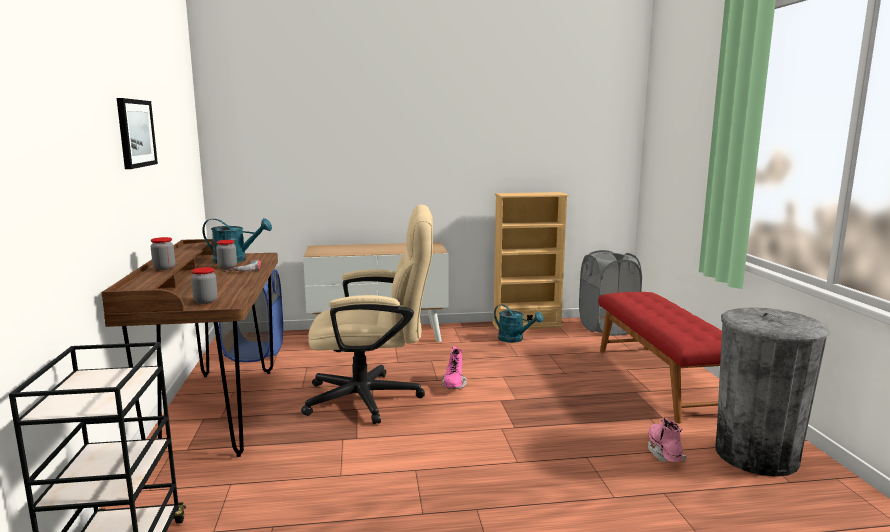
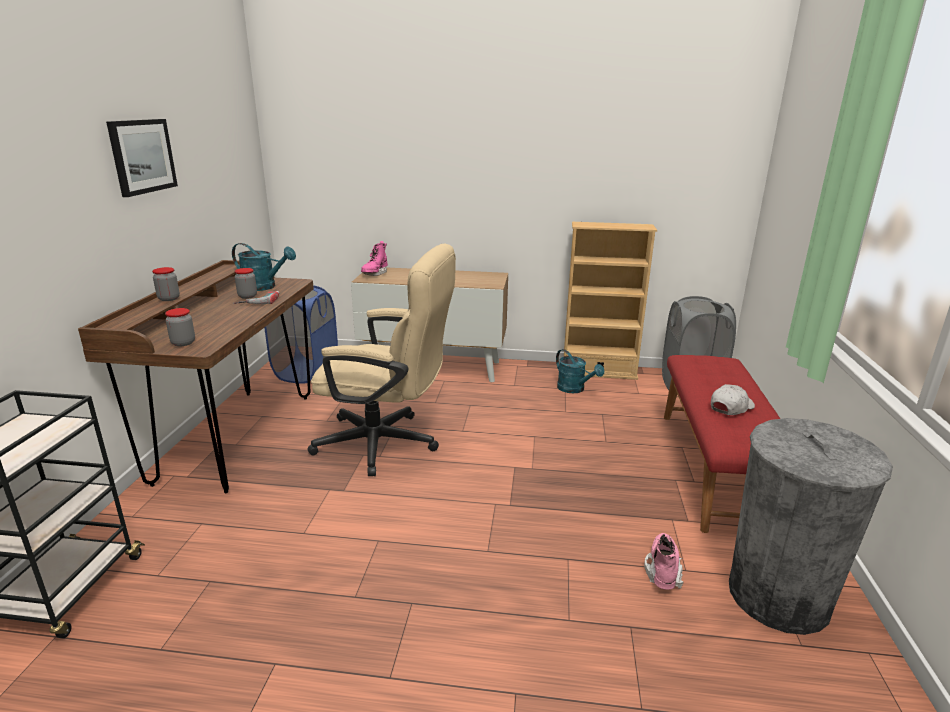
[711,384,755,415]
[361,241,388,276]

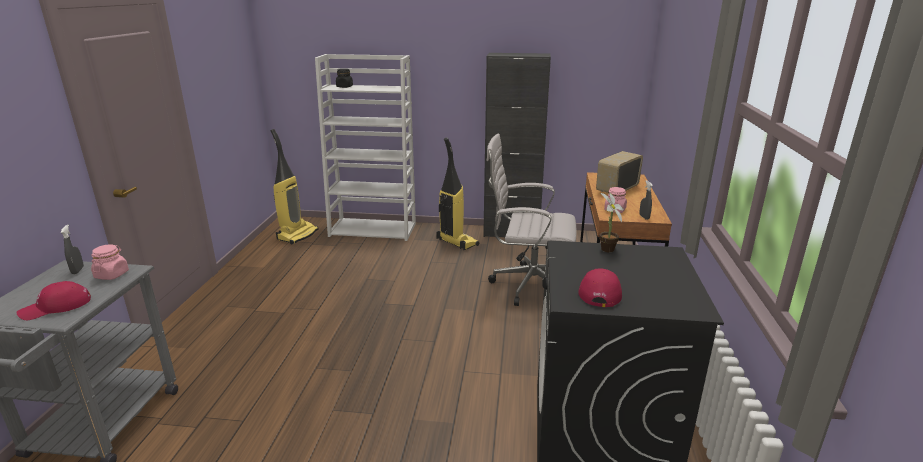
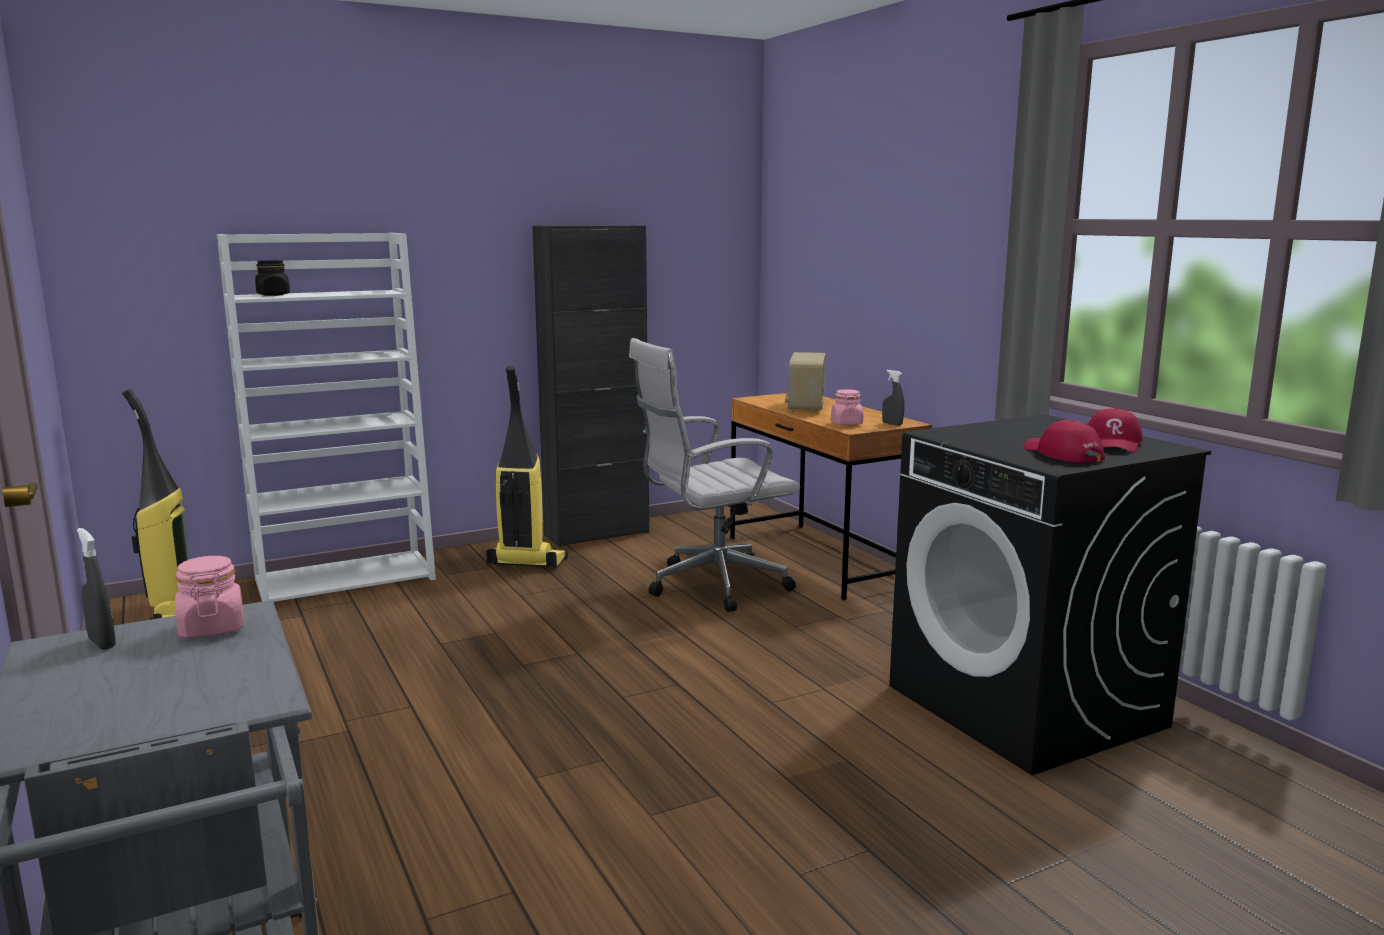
[599,193,624,252] (first image)
[1087,408,1143,452]

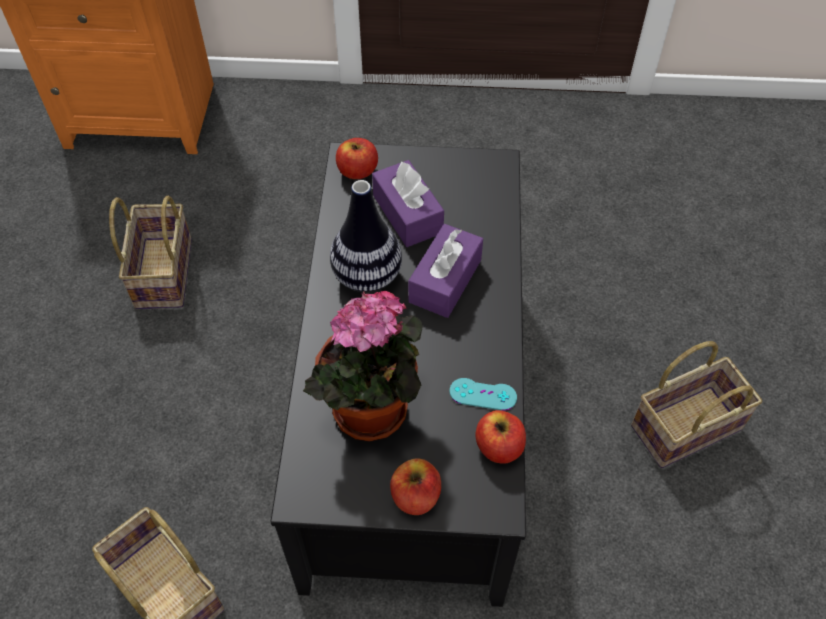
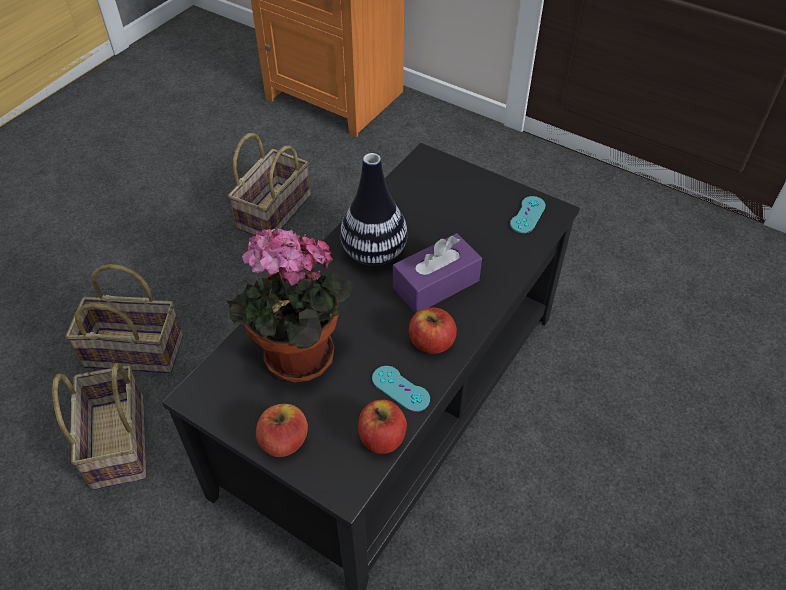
[372,160,444,247] (first image)
[510,196,546,233]
[409,307,457,354]
[66,264,183,373]

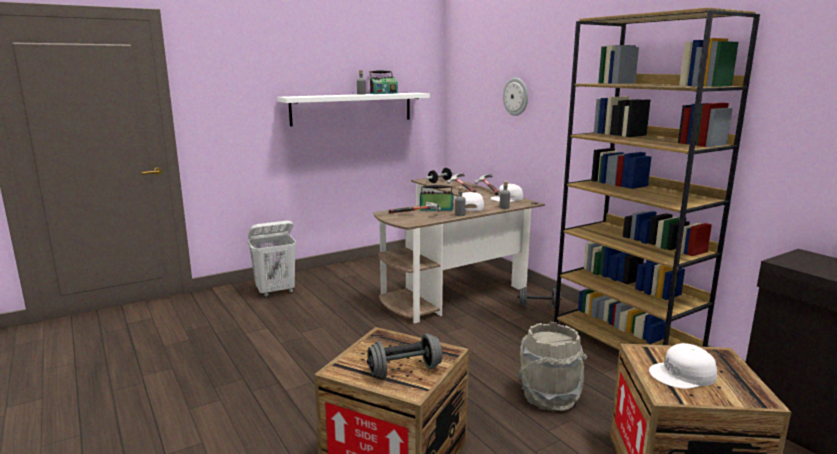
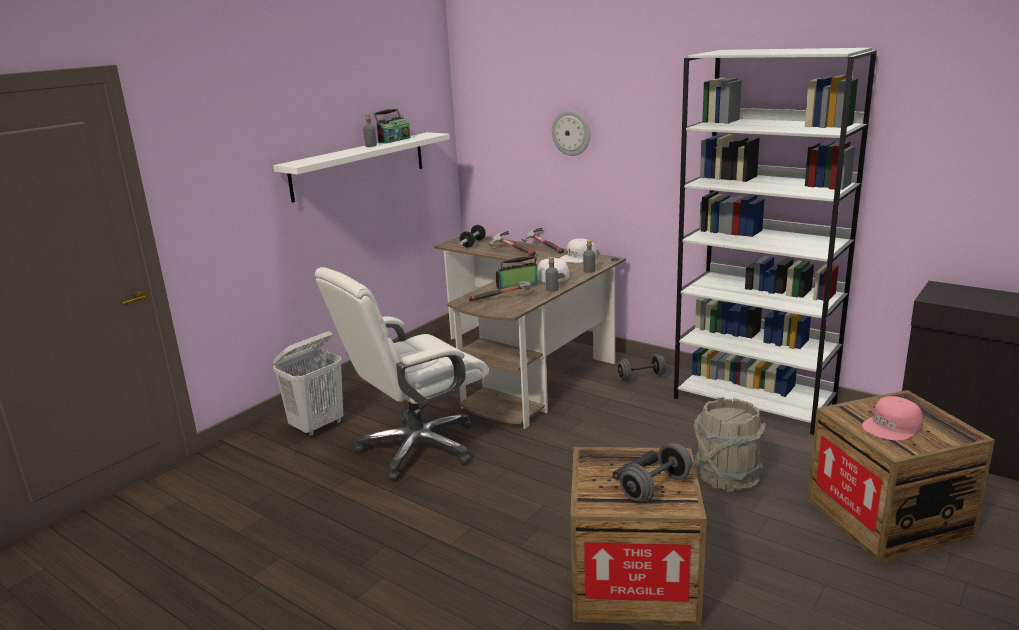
[315,267,489,481]
[674,48,877,435]
[862,396,923,441]

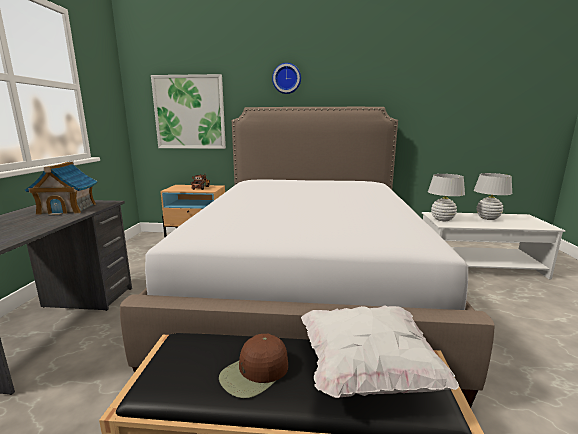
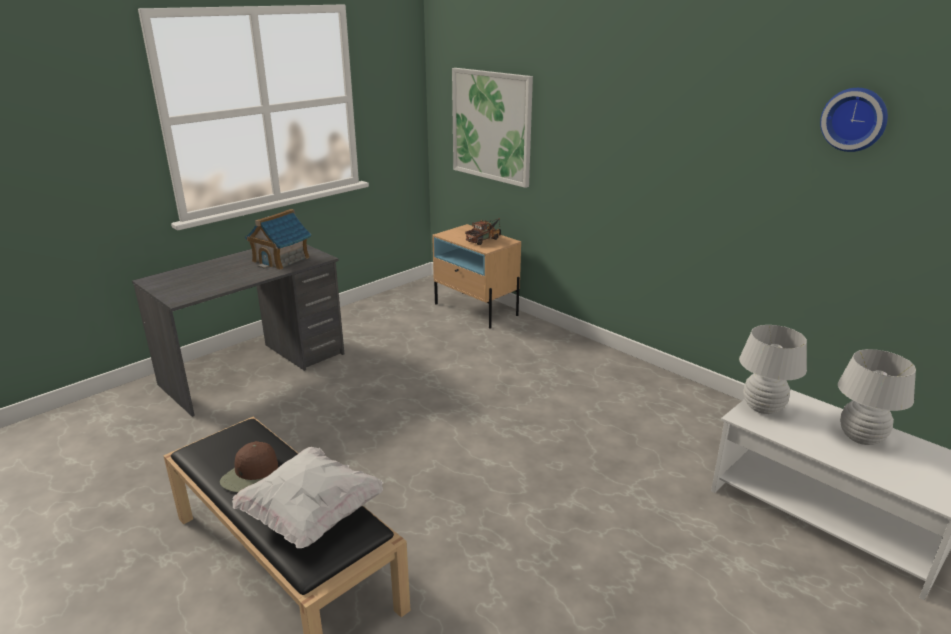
[120,107,495,408] (first image)
[820,88,888,152]
[220,441,278,492]

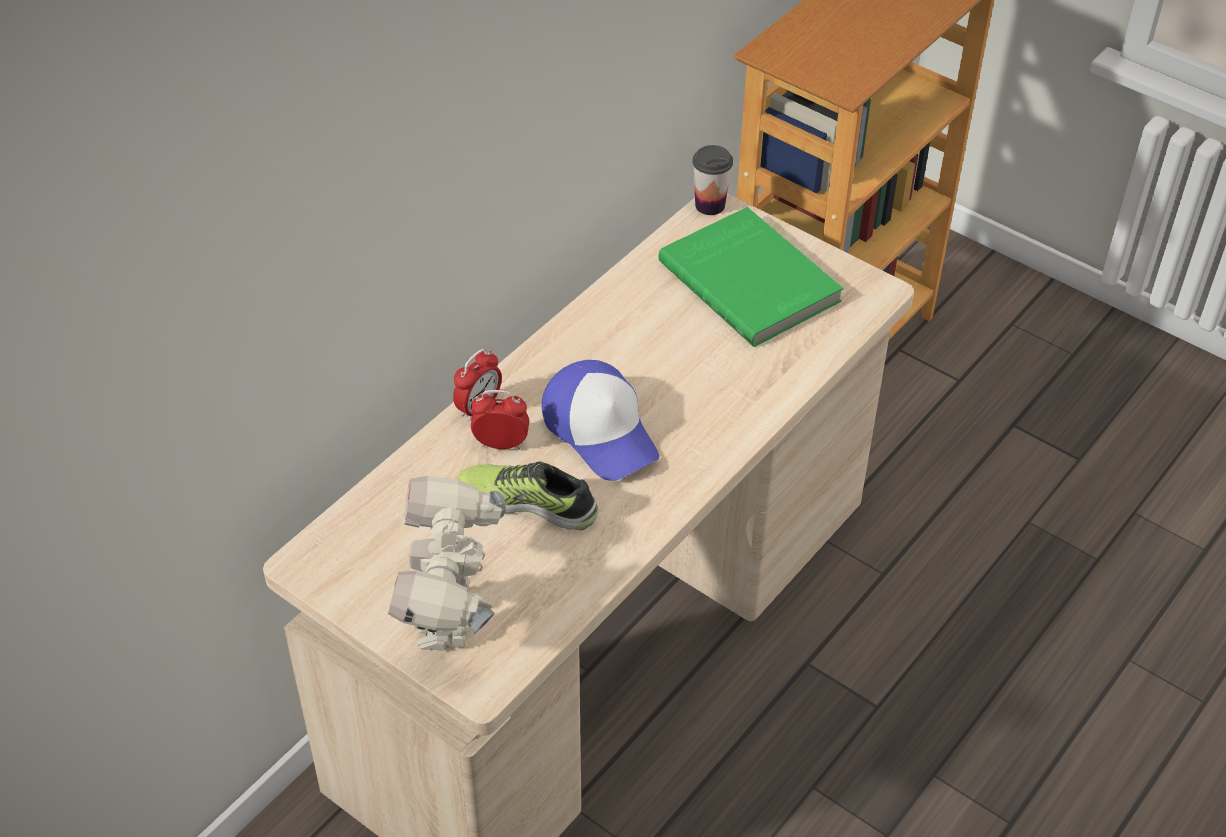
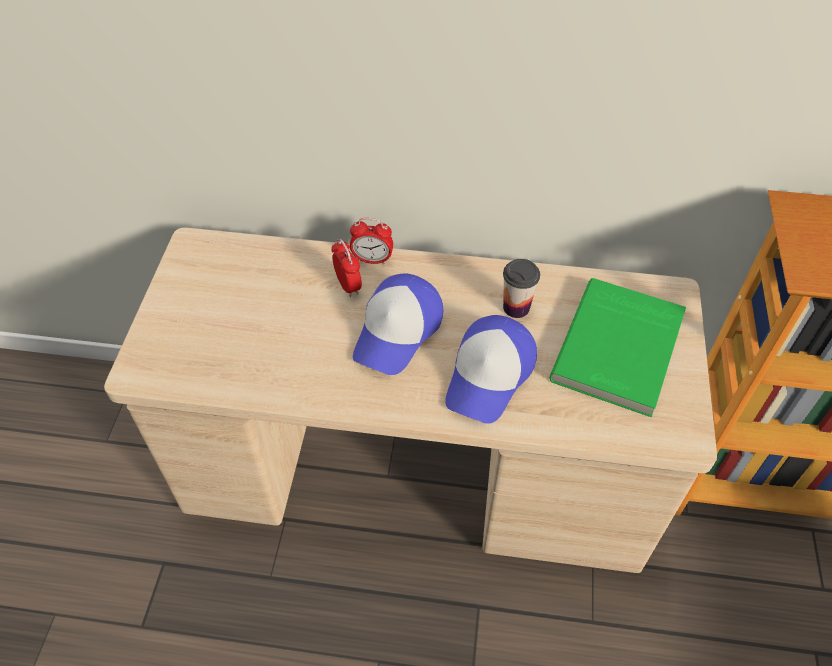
[388,476,506,650] (first image)
[458,461,598,530] (first image)
[445,315,537,424]
[503,259,540,318]

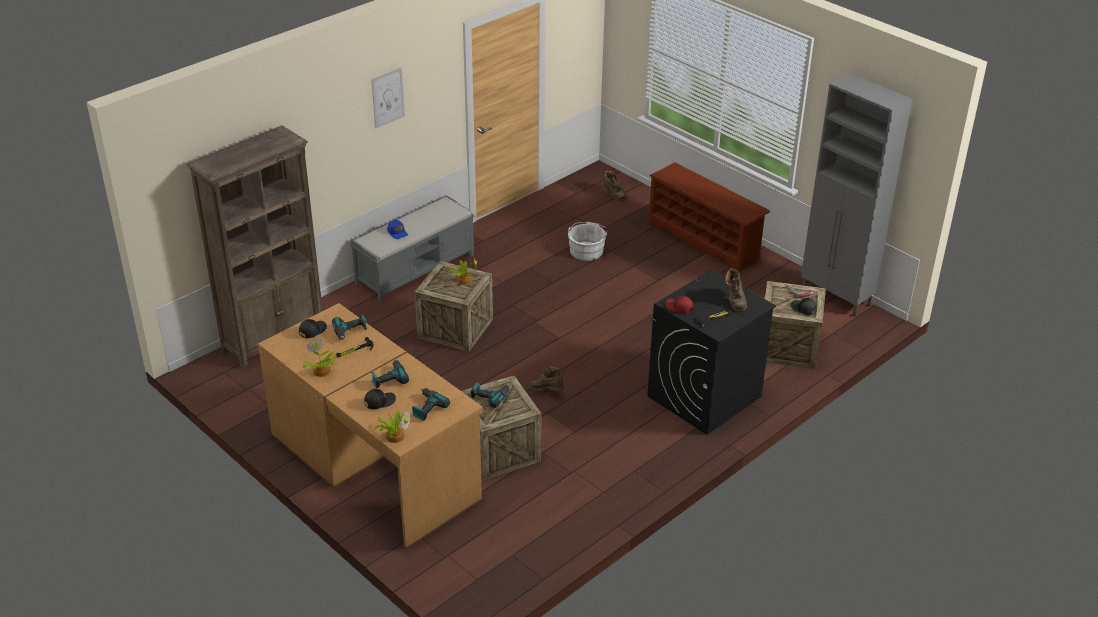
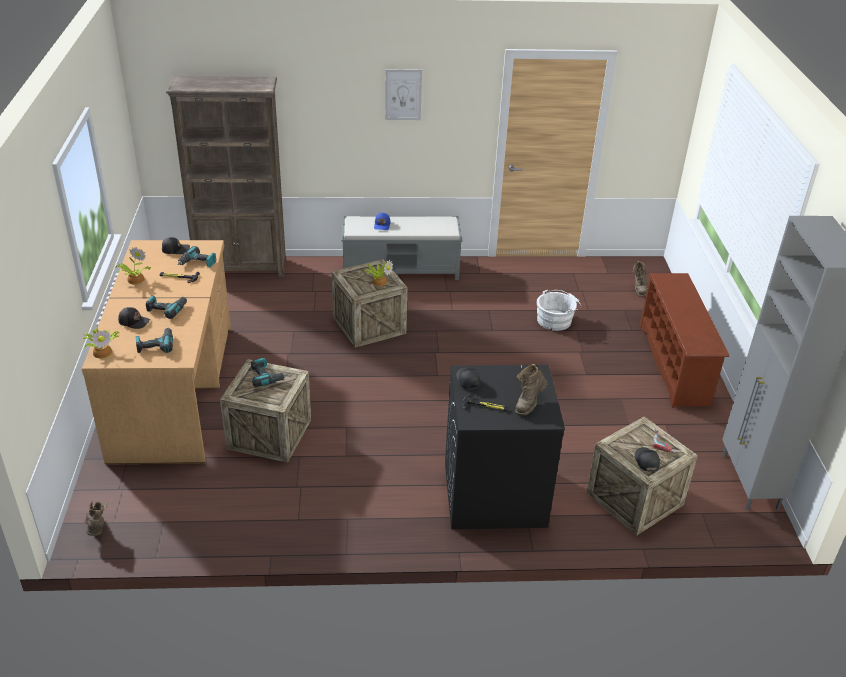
[85,501,107,536]
[456,367,481,390]

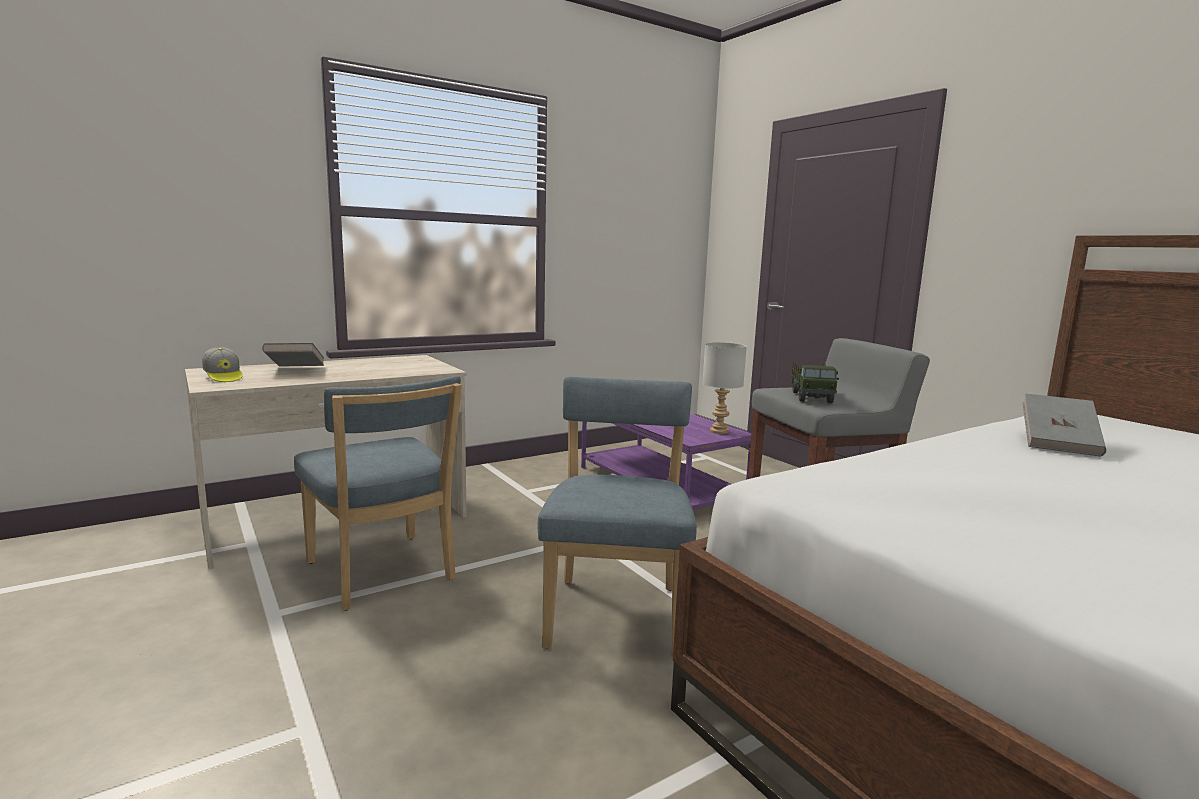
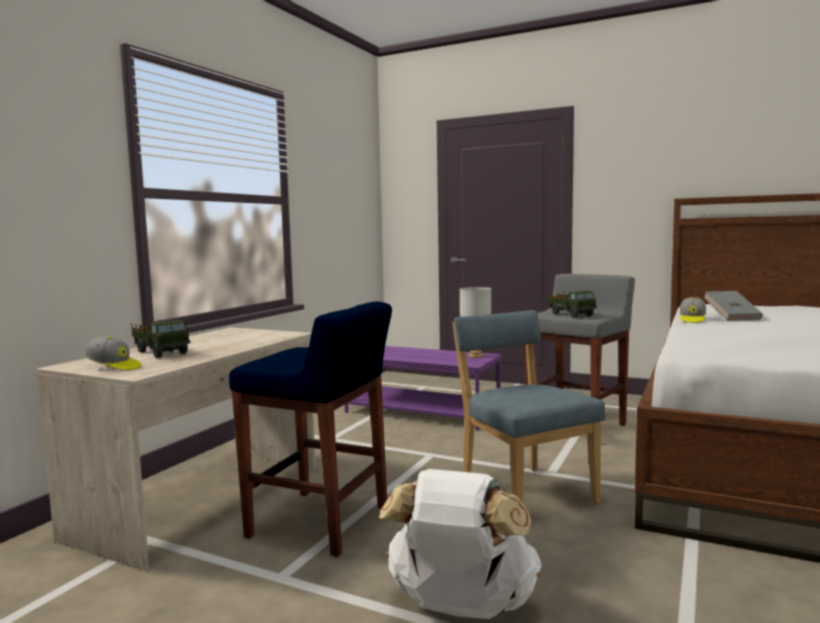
[379,469,542,619]
[680,297,706,323]
[131,320,191,358]
[229,301,392,557]

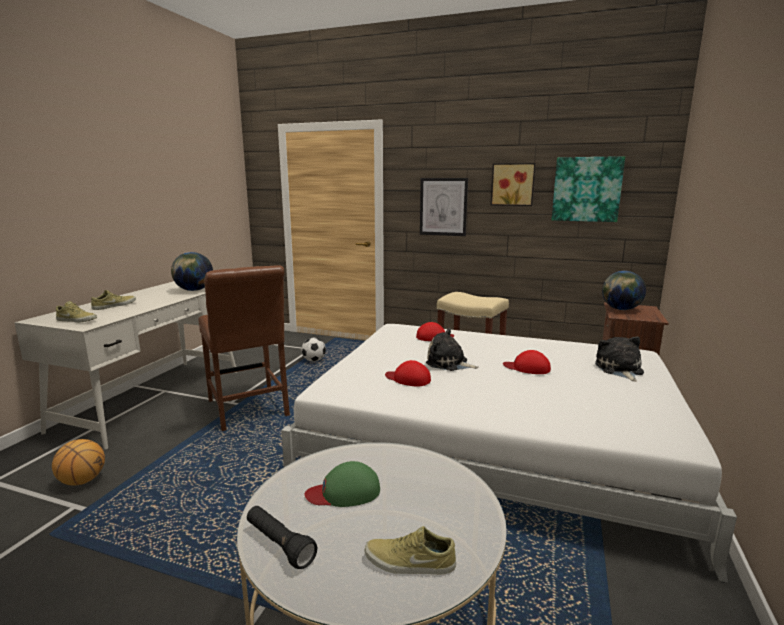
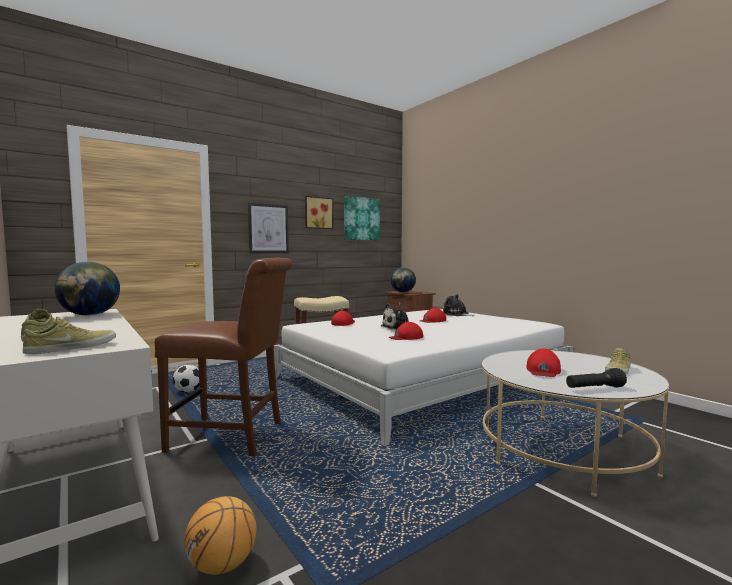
[526,348,561,377]

